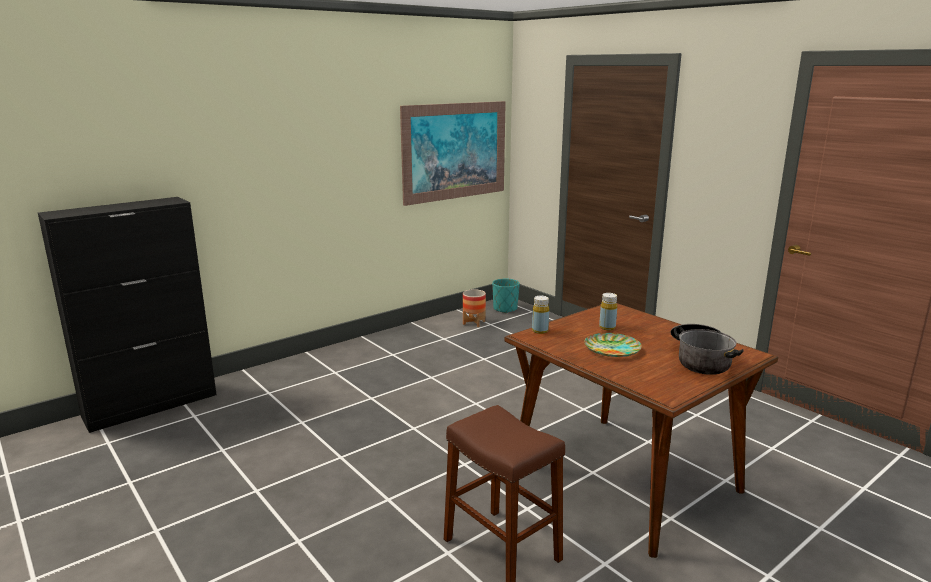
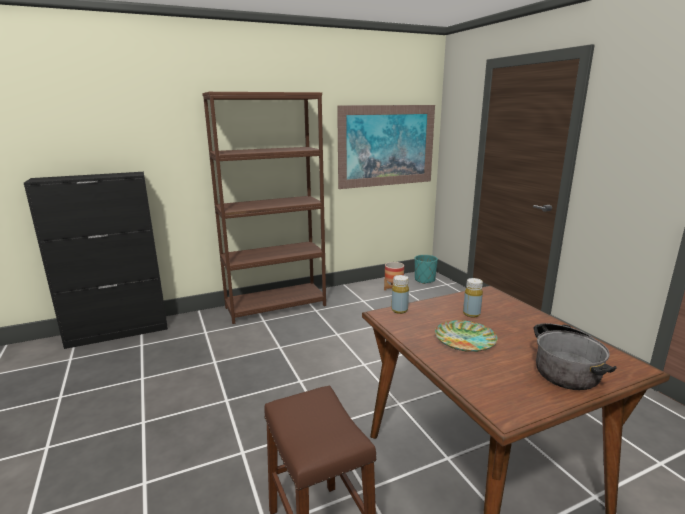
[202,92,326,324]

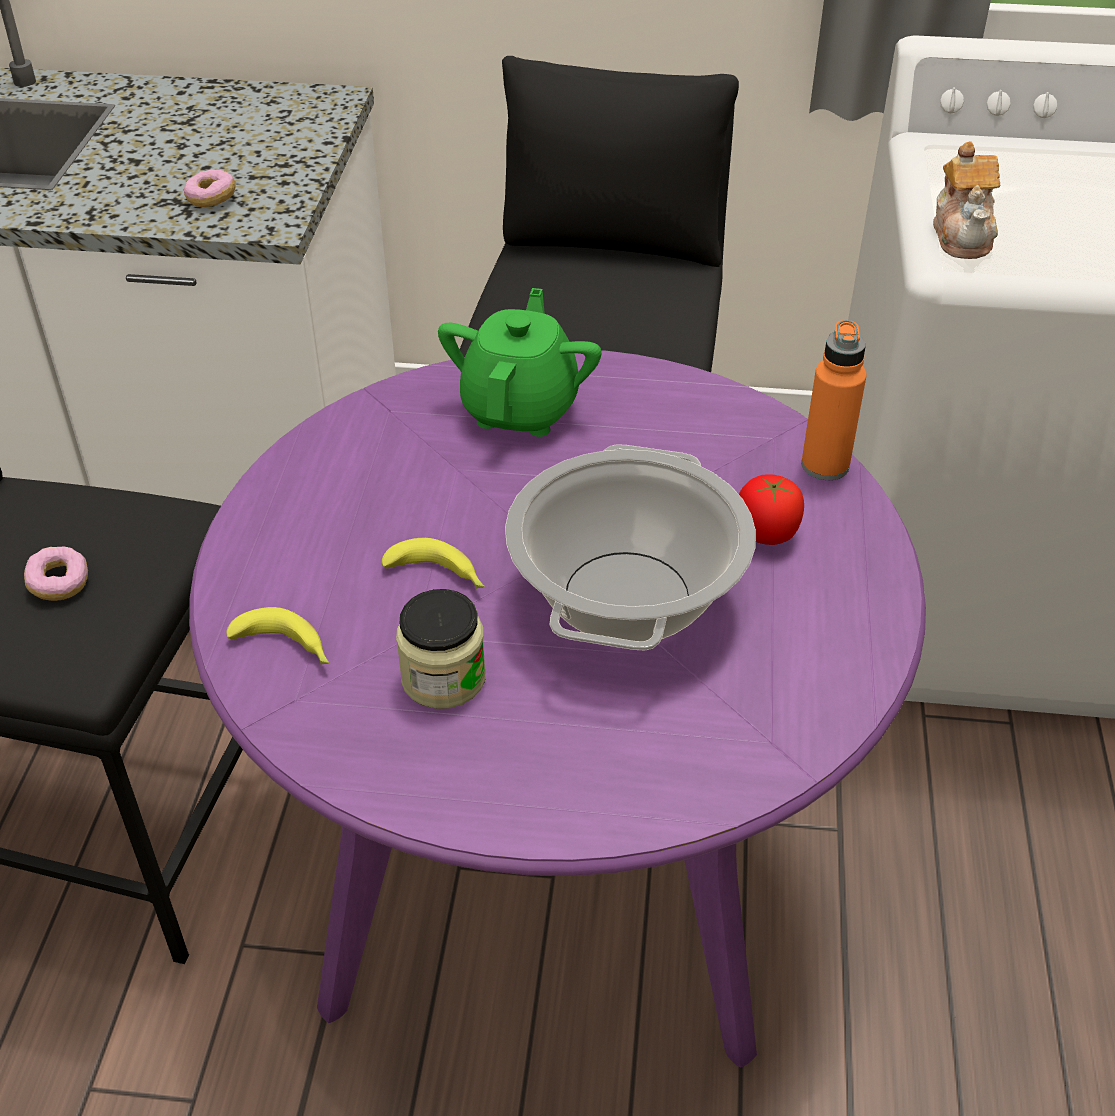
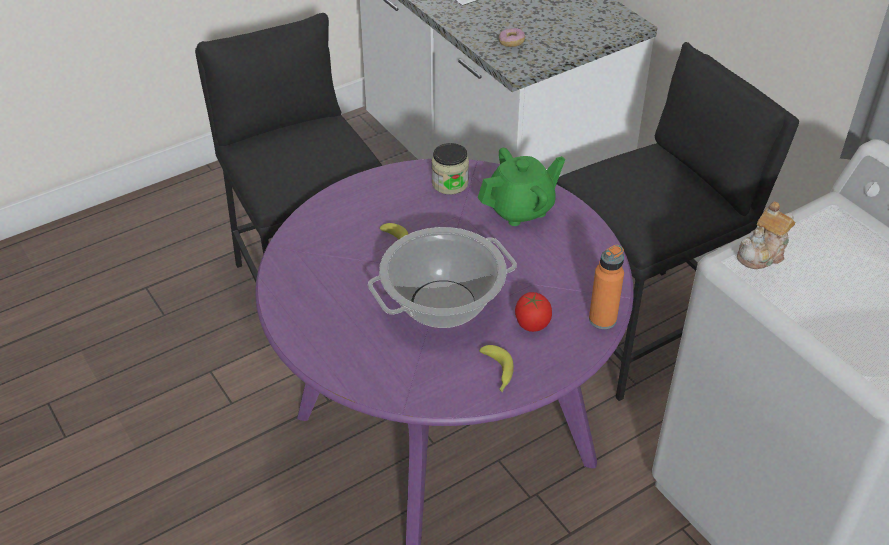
[24,547,88,601] (first image)
[479,345,514,392]
[432,143,469,195]

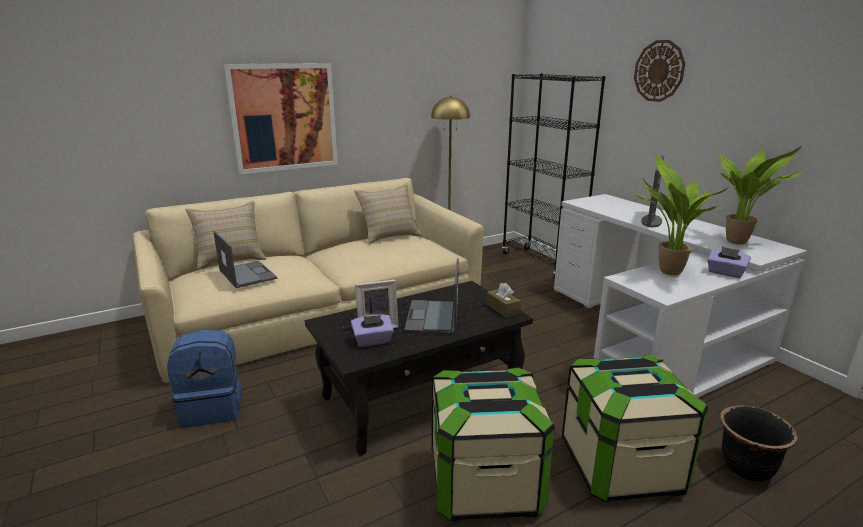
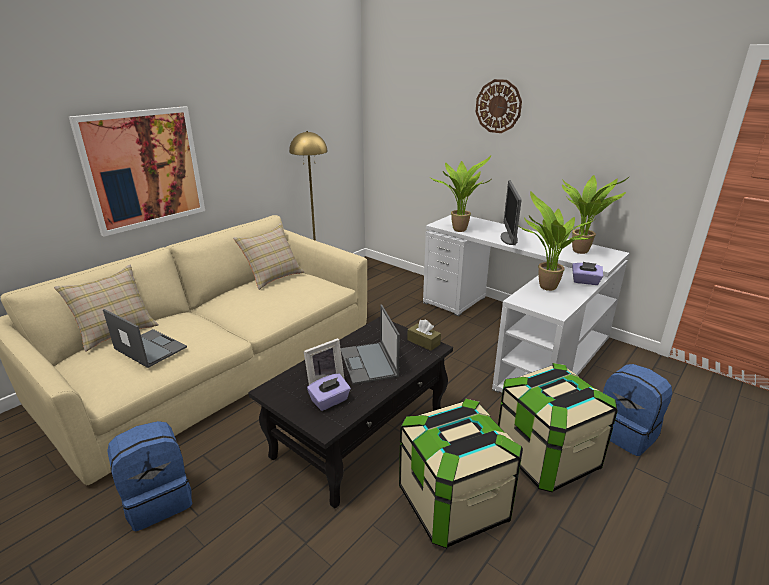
[502,73,606,279] (first image)
[431,156,491,232]
[603,364,672,456]

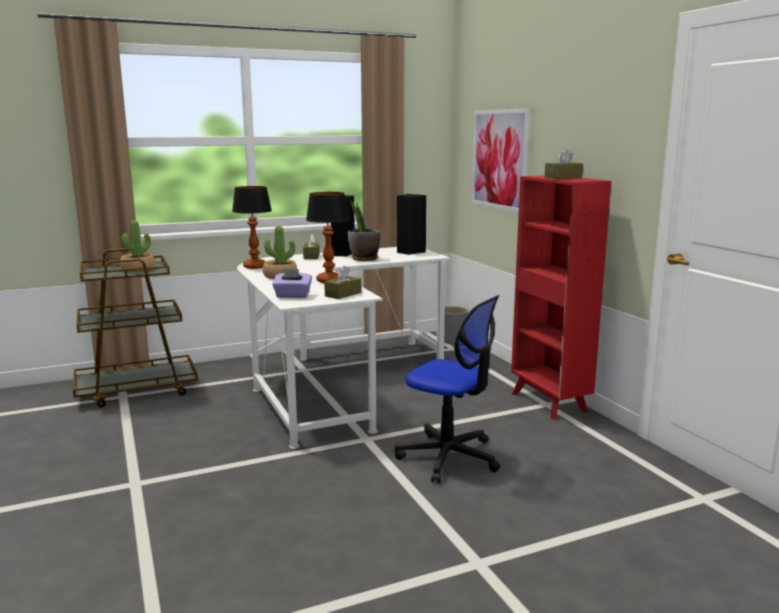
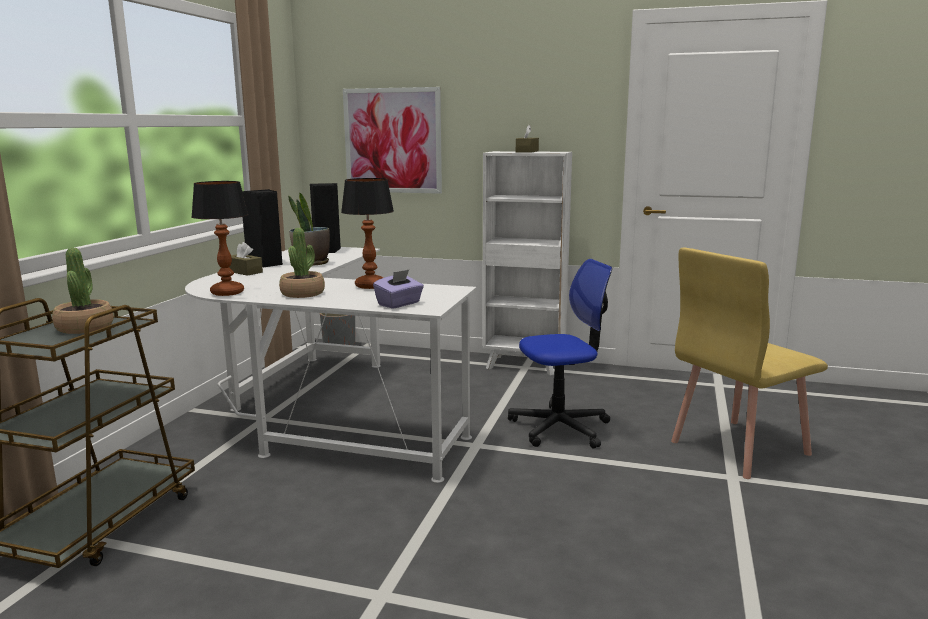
[324,266,361,299] (first image)
[671,248,828,479]
[483,151,572,375]

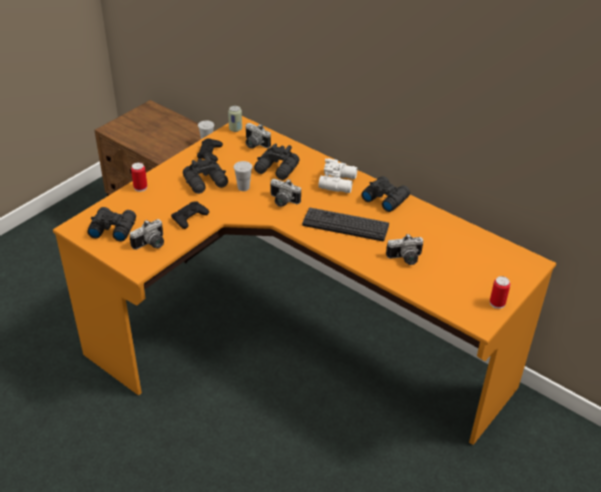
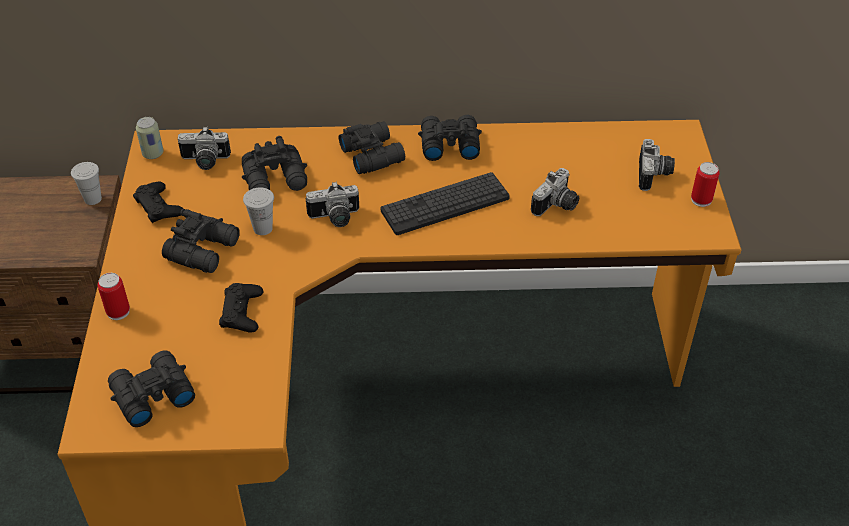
[639,139,675,191]
[339,121,405,174]

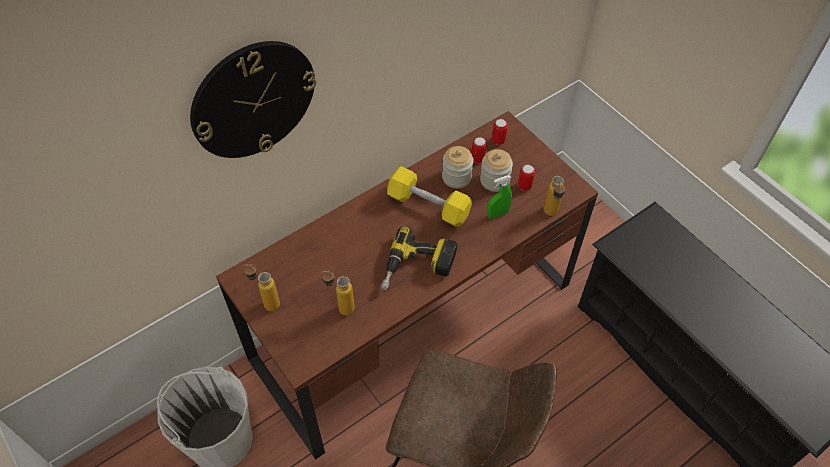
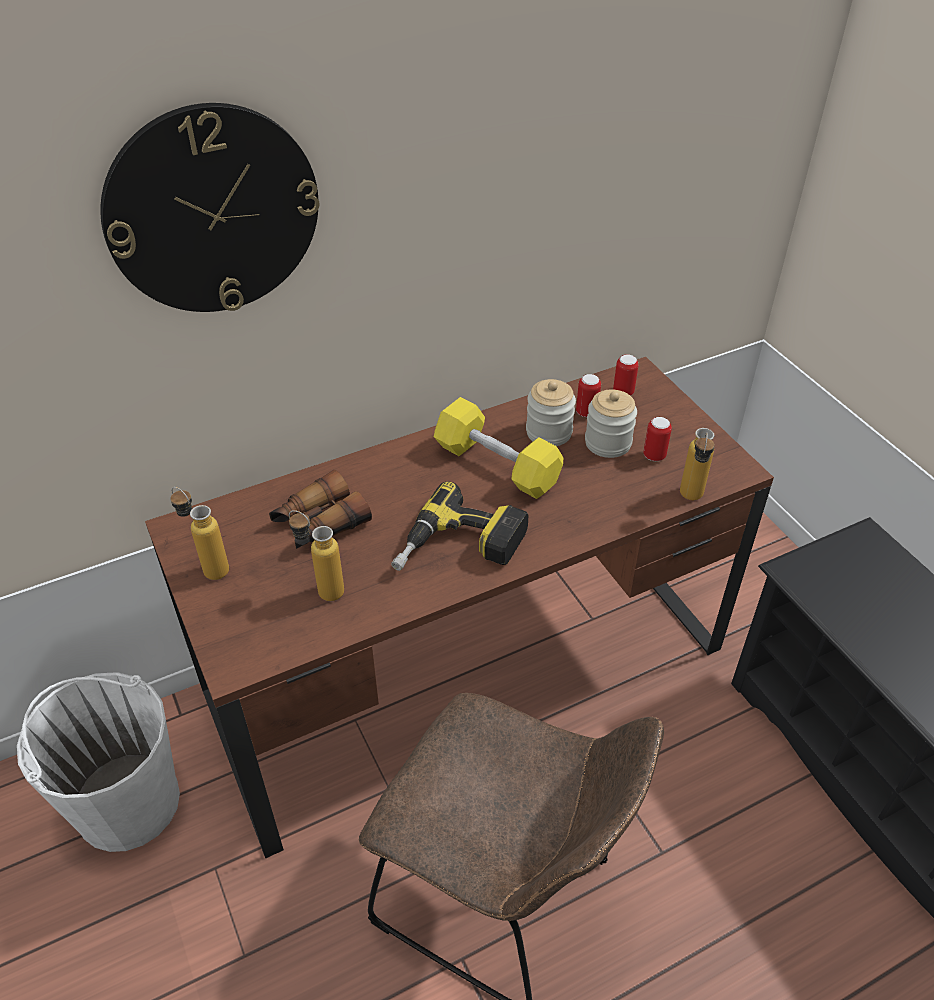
[487,176,512,219] (first image)
[269,470,372,549]

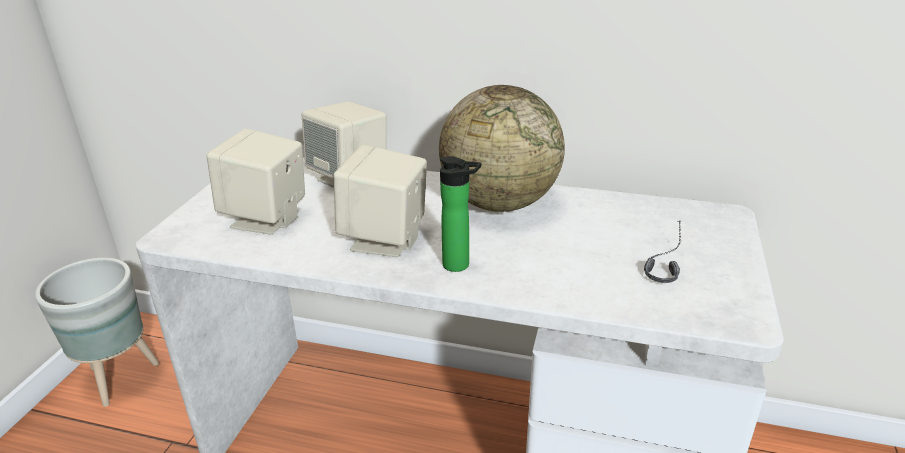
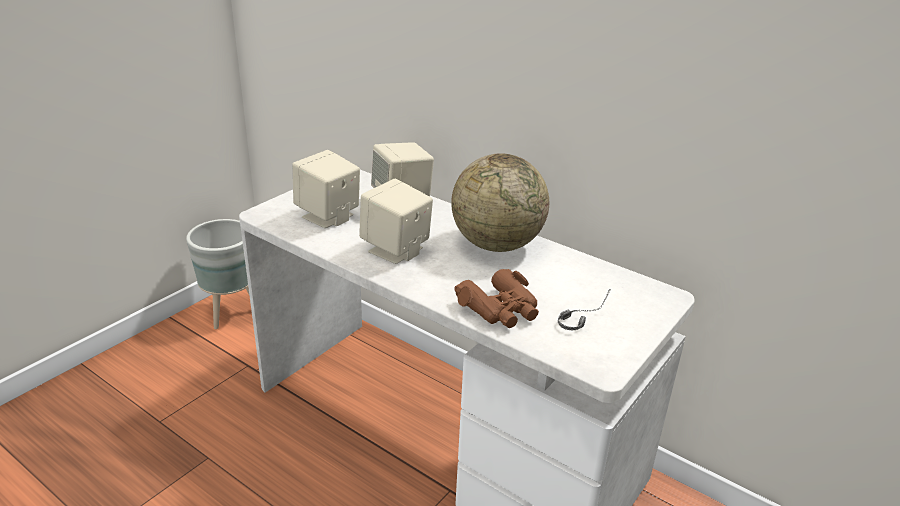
[440,156,481,272] (first image)
[454,269,539,328]

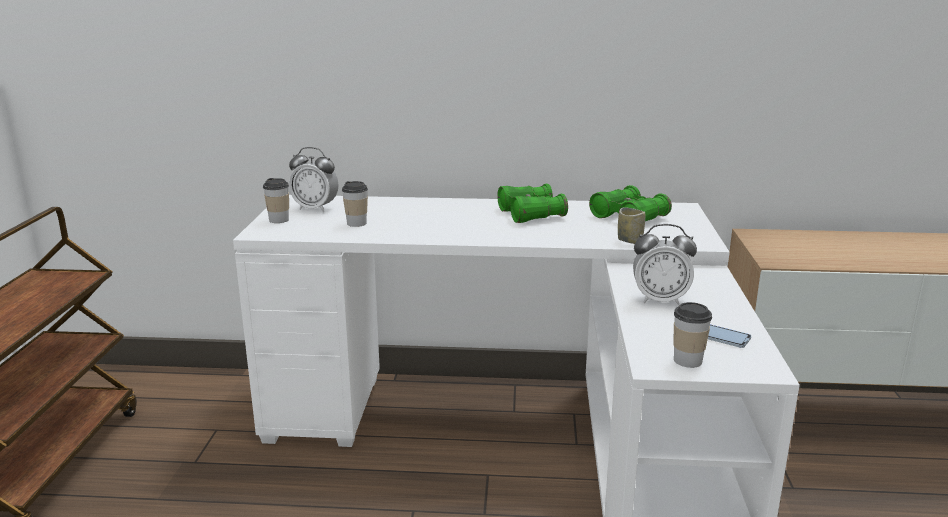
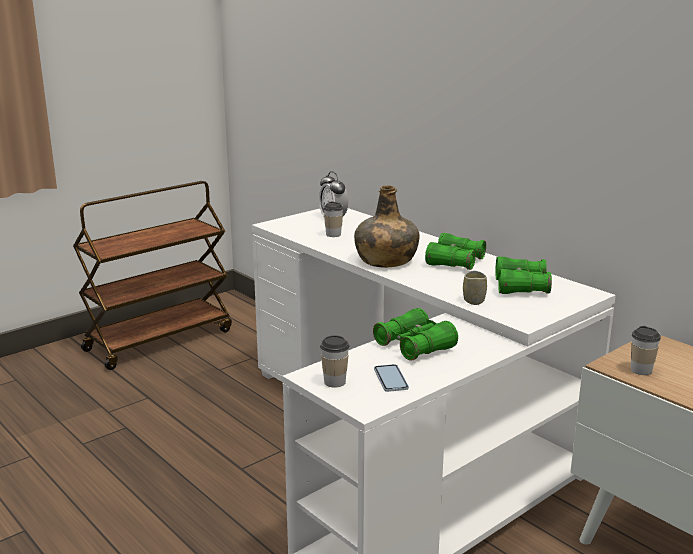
[354,185,419,268]
[631,326,661,375]
[373,308,458,360]

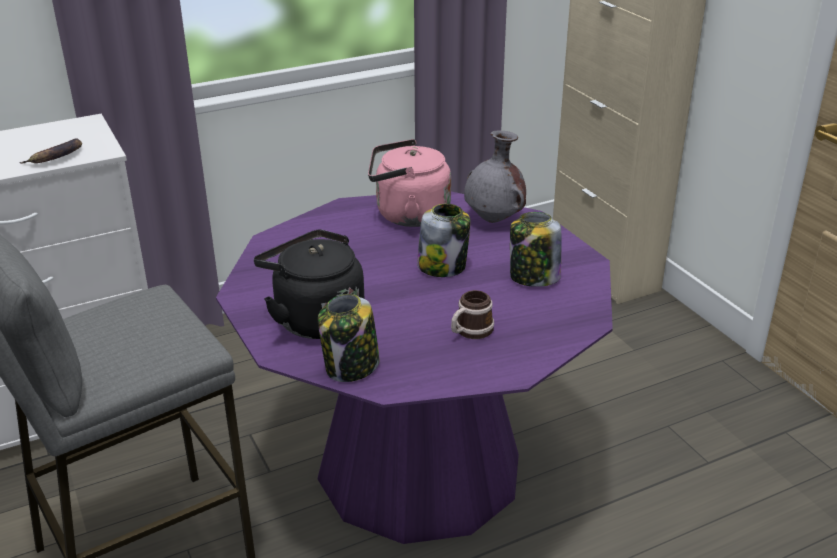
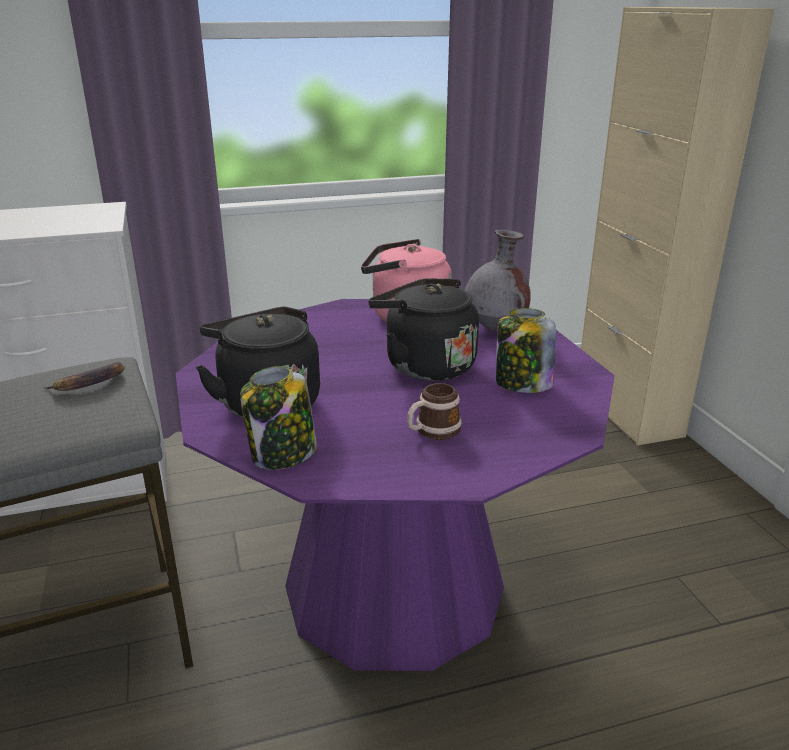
[44,362,125,391]
[368,278,479,381]

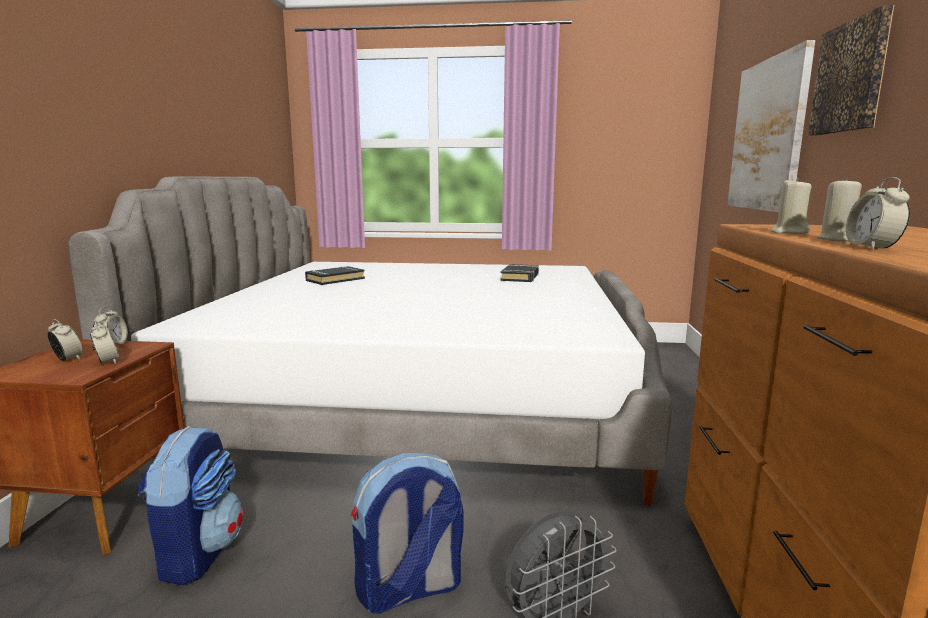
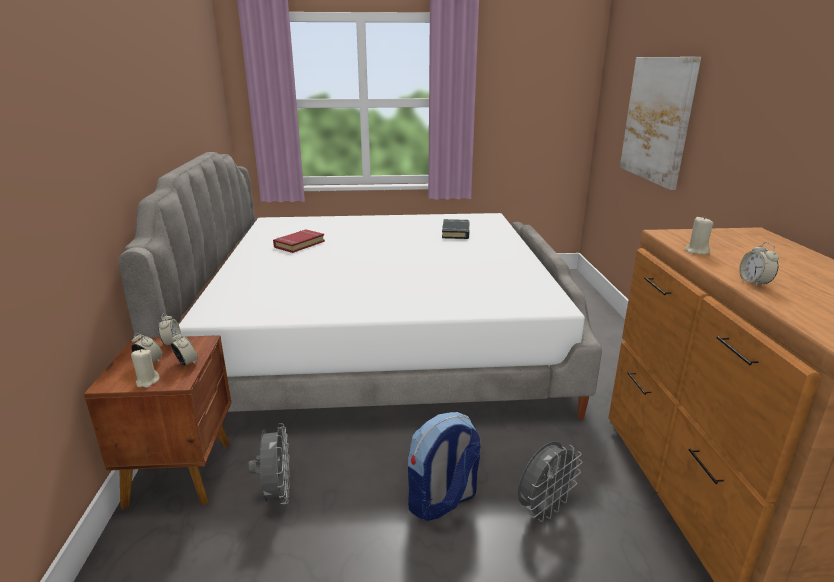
[808,5,894,136] (first image)
[131,349,160,388]
[248,423,290,504]
[273,229,325,253]

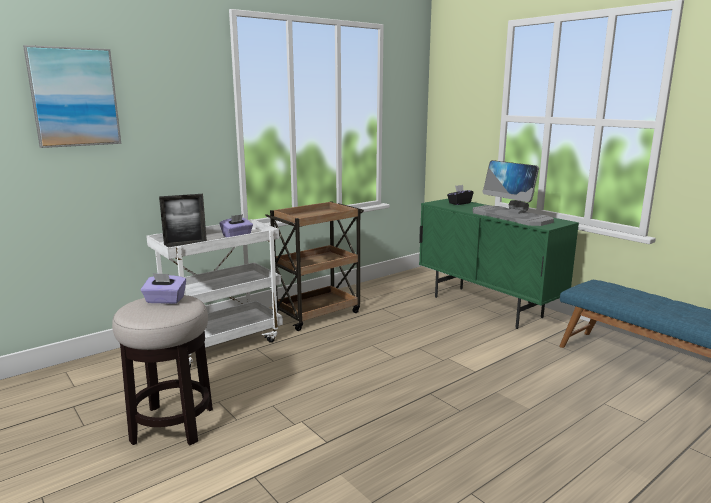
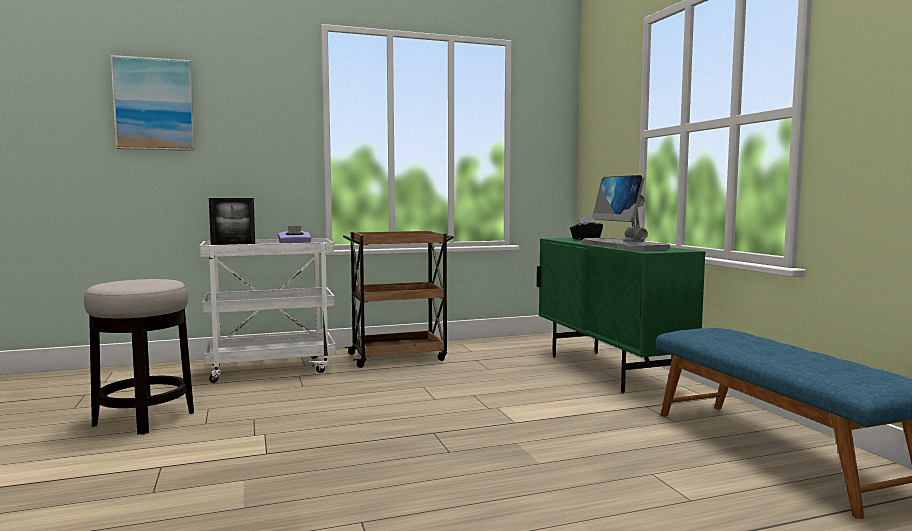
[141,273,186,304] (first image)

